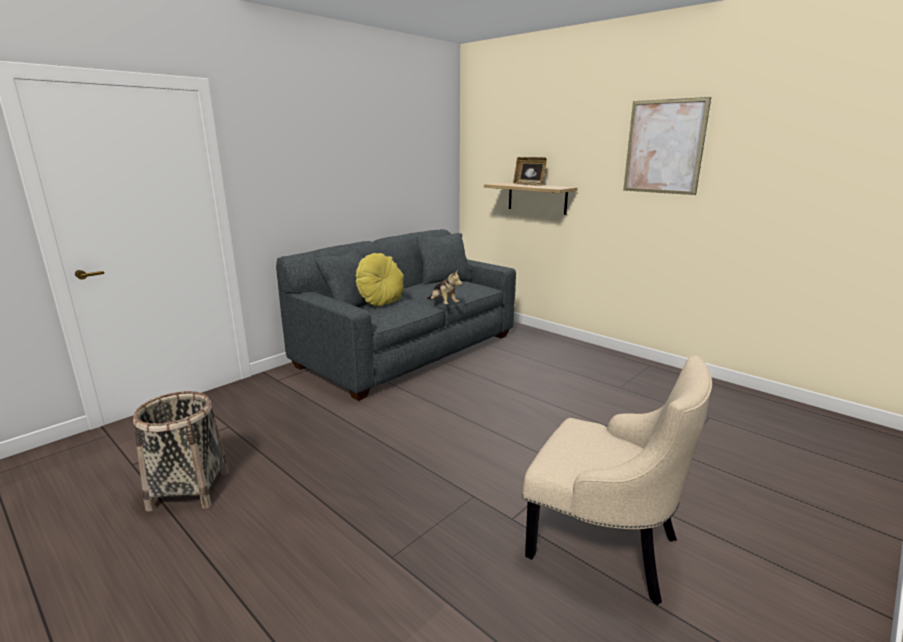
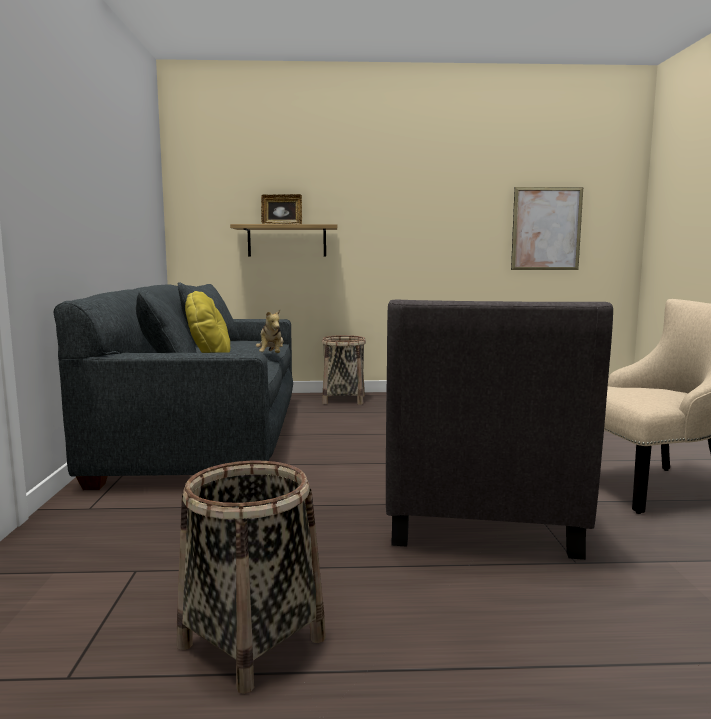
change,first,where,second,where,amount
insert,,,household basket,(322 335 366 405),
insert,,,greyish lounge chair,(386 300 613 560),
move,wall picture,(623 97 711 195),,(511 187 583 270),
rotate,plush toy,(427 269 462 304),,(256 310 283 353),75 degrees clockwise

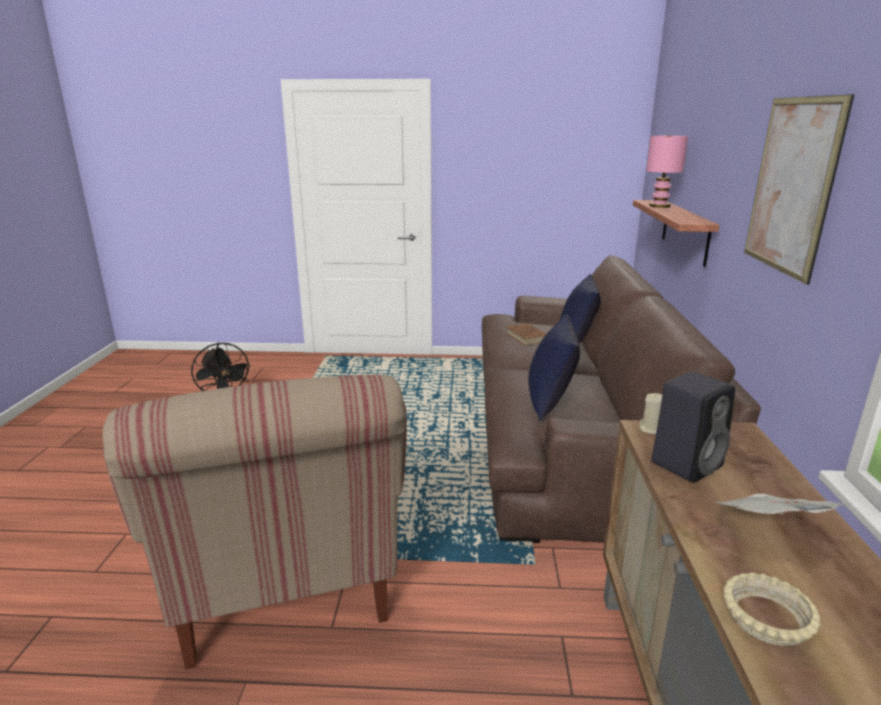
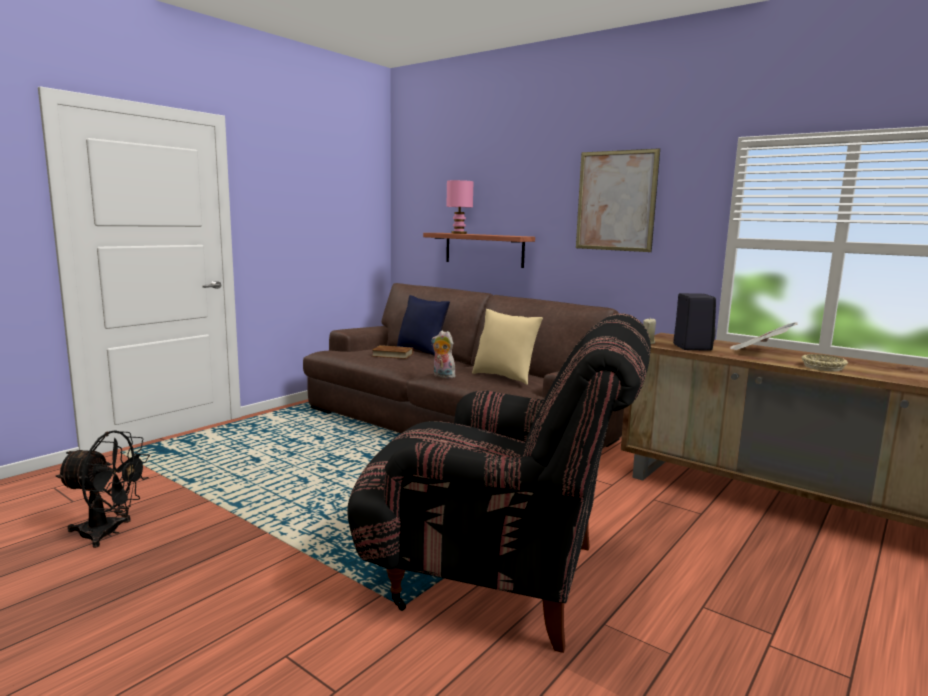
change,first,where,second,where,amount
insert,,,plush toy,(432 331 456 379),
recolor,beige-coloured lounge chair,(103 375 407 669),blackish lounge chair,(347 313 651 653),
recolor,blue-coloured cushion,(528 315 580 421),beige-coloured cushion,(472 309 543 385),

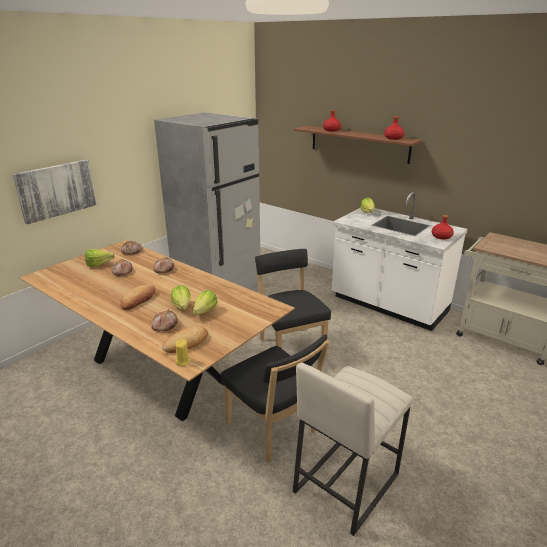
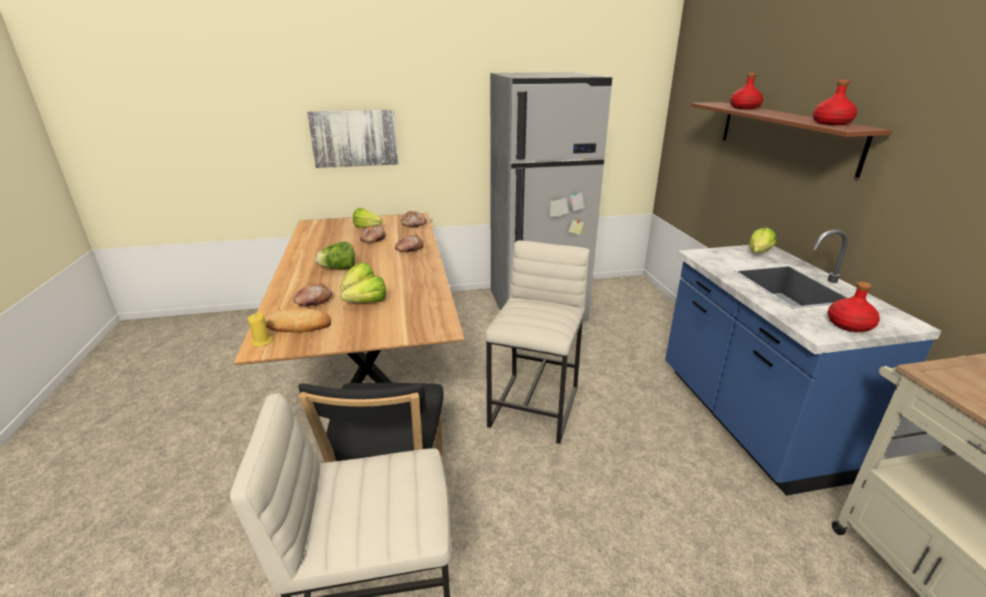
change,first,where,second,where,amount
replace,baked bread,(120 284 156 310),head of lettuce,(315 242 355 270),
replace,blackish upright chair,(255 249 331 357),beige-coloured sitting stool,(485 240 590 444),
recolor,white-coloured kitchen counter,(332 192 468 331),blue-coloured kitchen counter,(665 230 941 496),

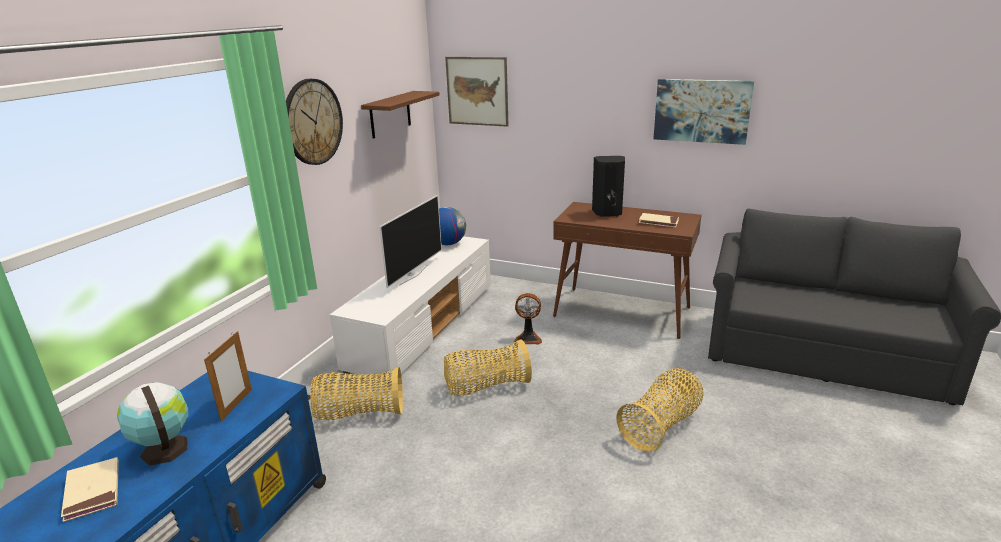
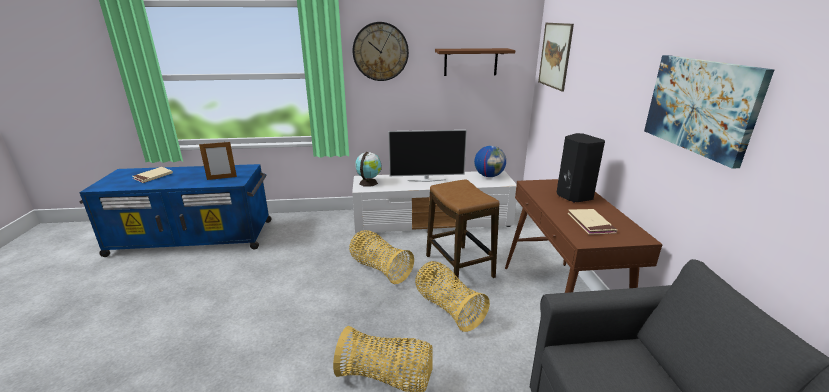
change,first,where,second,where,amount
move,desk globe,(117 382 188 466),,(355 152 382 187),
move,household basket,(310 367 403 420),,(415 261 490 332),
replace,electric fan,(514 293 542 344),sitting stool,(426 179 499 288),

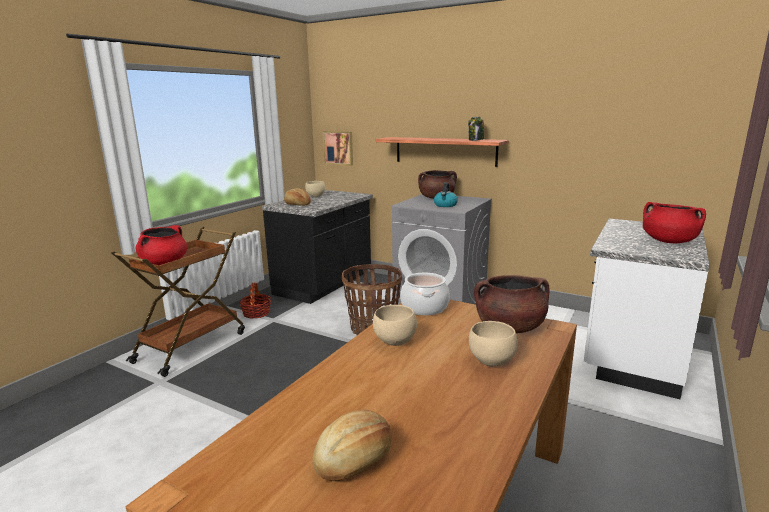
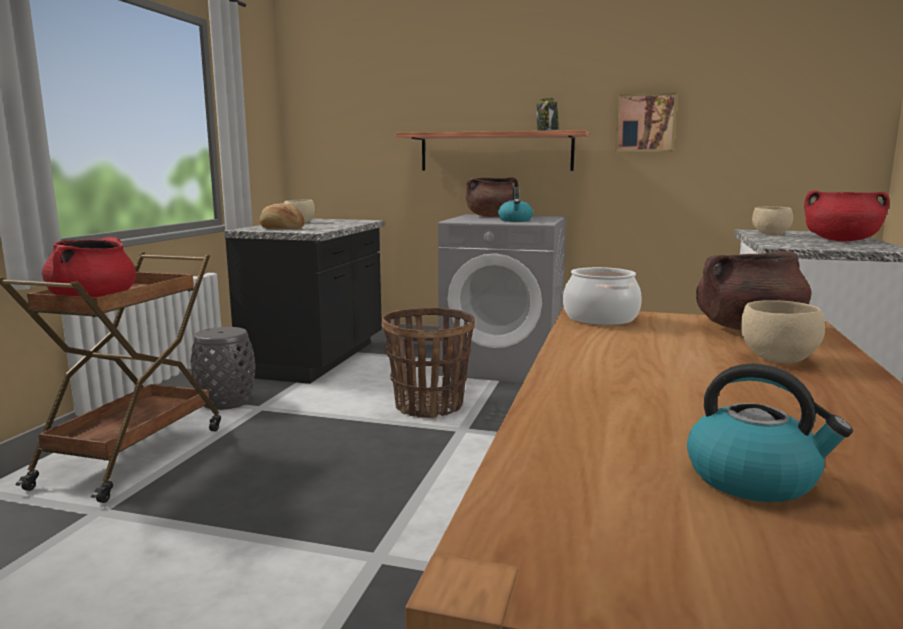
change,first,where,second,where,amount
move,wall picture,(323 131 353 166),,(615 92 678 152),
move,beige-coloured deep dish,(373 305 417 346),,(752 207 794 235),
replace,household basket,(239 282 271 318),greyish sitting stool,(191 327 255 410),
replace,baked bread,(312 409 392 481),tea kettle,(687 364 853 502),

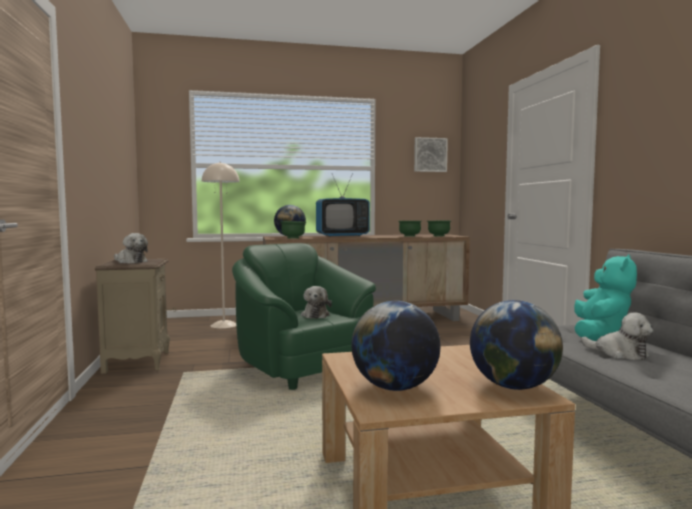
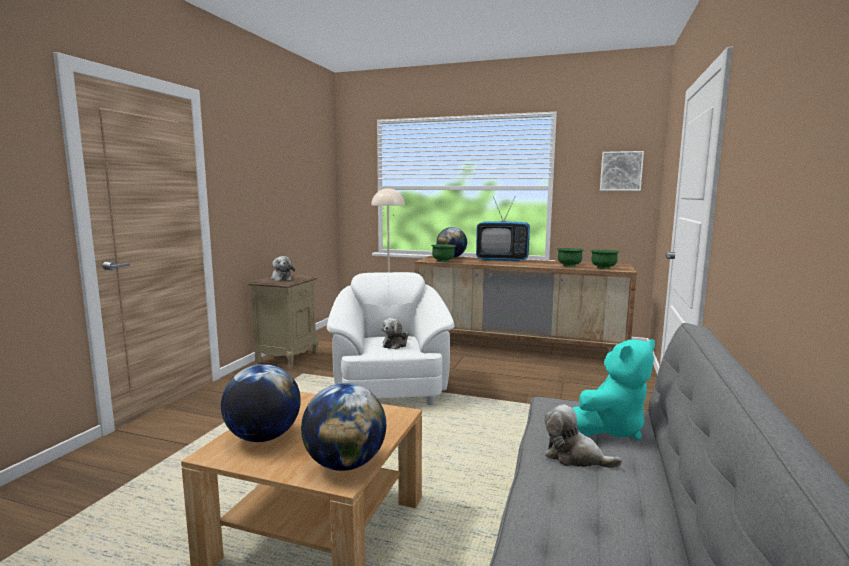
change,first,where,second,where,amount
recolor,green-coloured lounge chair,(232 243 376 390),white-coloured lounge chair,(327 272 455 405),
rotate,plush toy,(581 313 653 360),,(544 404 622 468),135 degrees clockwise

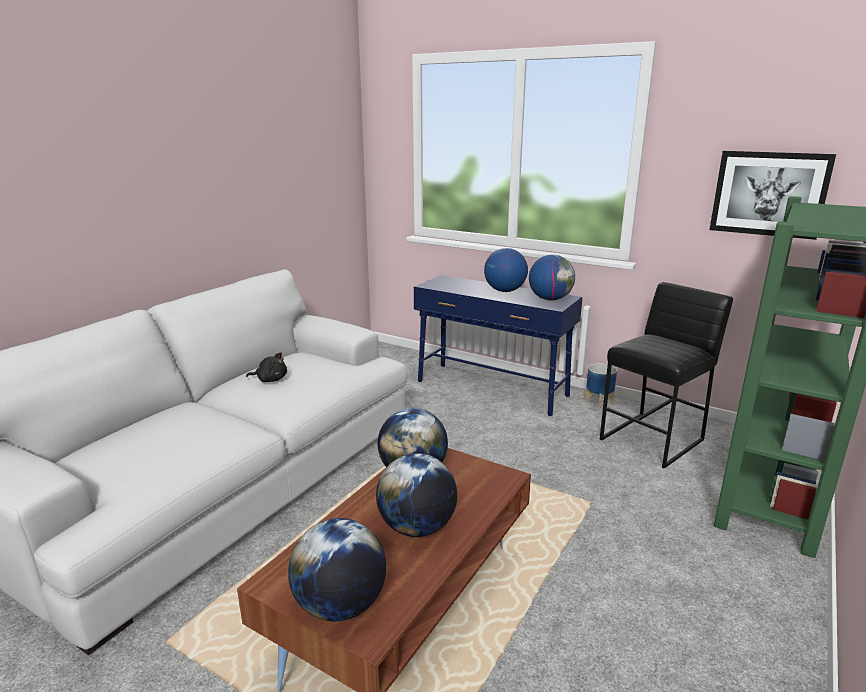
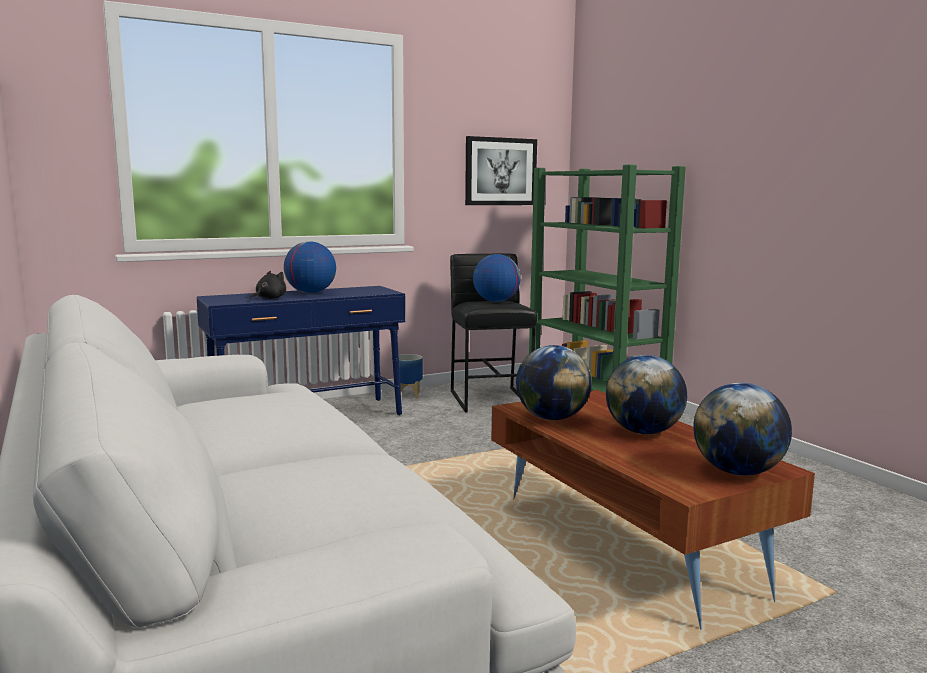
change,first,where,second,where,amount
move,blackish plush toy,(246 352 287 382),,(250 271 286 299),
move,desk globe,(529 255 575 301),,(473 254 521 302),

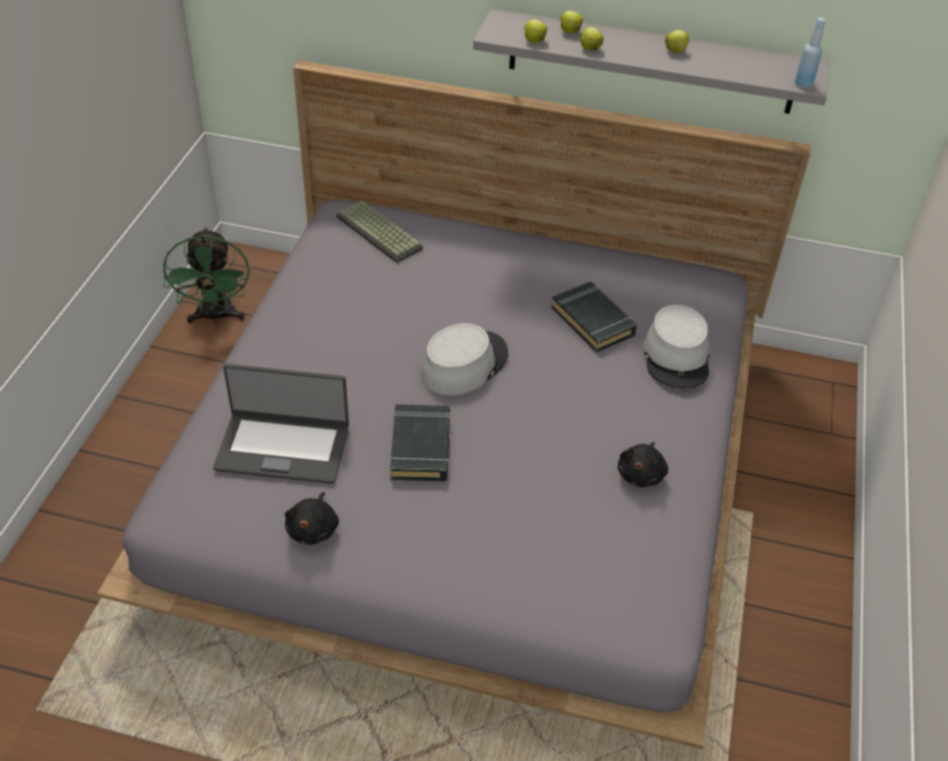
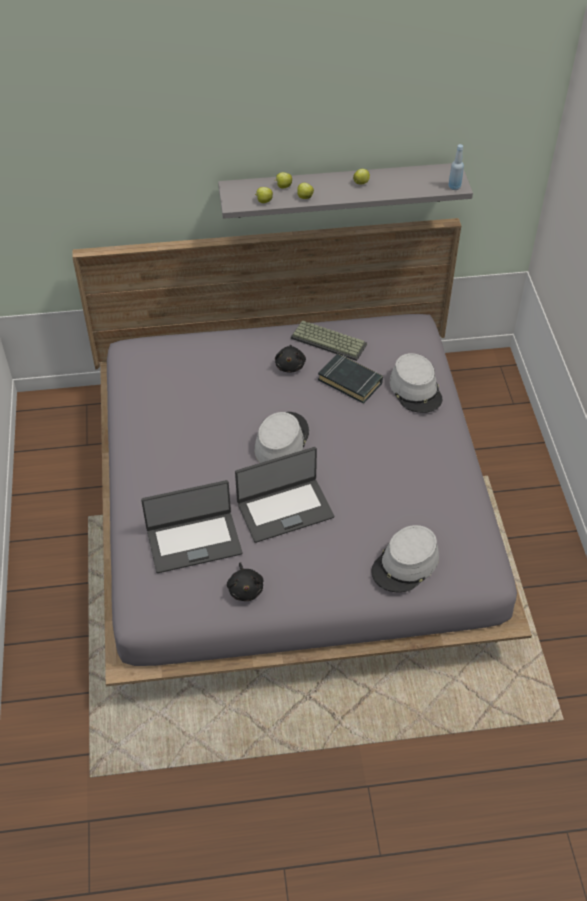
change,first,where,second,where,amount
delete,green-coloured electric fan,(163 227 250 324),,,
insert,,,greyish clothing hat,(371 525 439 593),
move,computer keyboard,(336 200 423 263),,(291 320 367 361),
move,blackish plush toy,(618 442 668 487),,(275 345 306 373),
replace,blackish book,(390 404 450 481),laptop,(235 447 334 543),

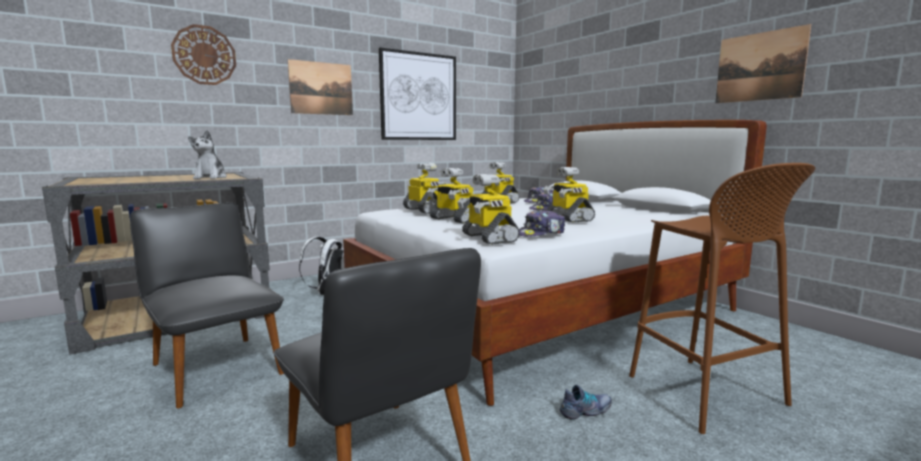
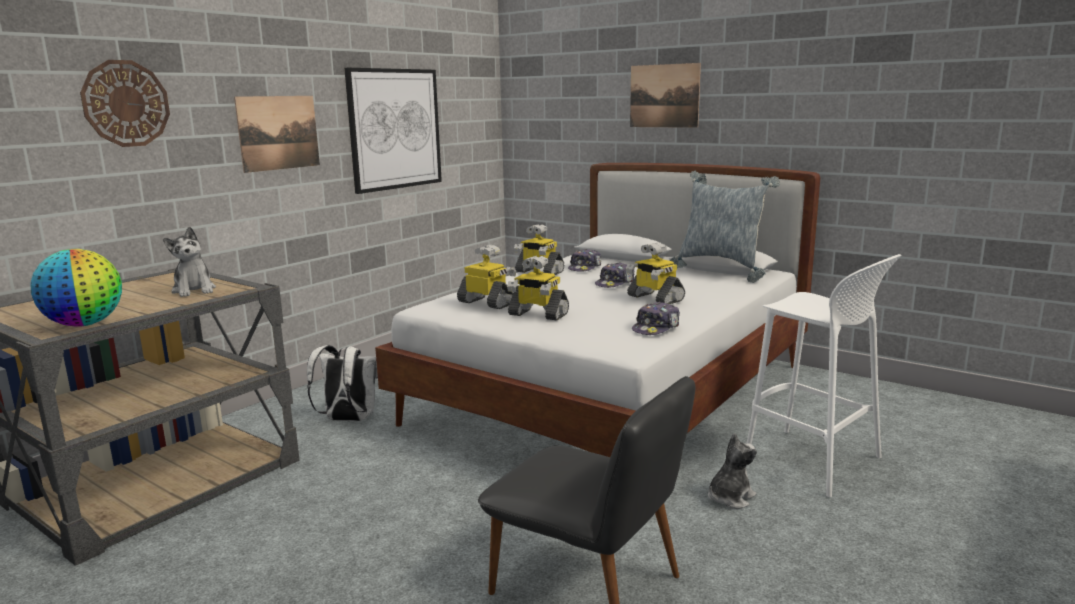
change,first,where,second,where,amount
delete,blackish upright chair,(130 203 284 408),,,
delete,robot figure,(457 174 520 245),,,
insert,,,desk globe,(30 249 122 327),
insert,,,cushion,(670 171 780 283),
move,wall picture,(715 24 811 103),,(630 63 701 128),
replace,shoe,(560 385 612 420),plush toy,(708 433 757 509),
recolor,brown-coloured sitting stool,(629 163 815 434),white-coloured sitting stool,(746 254 902 497),

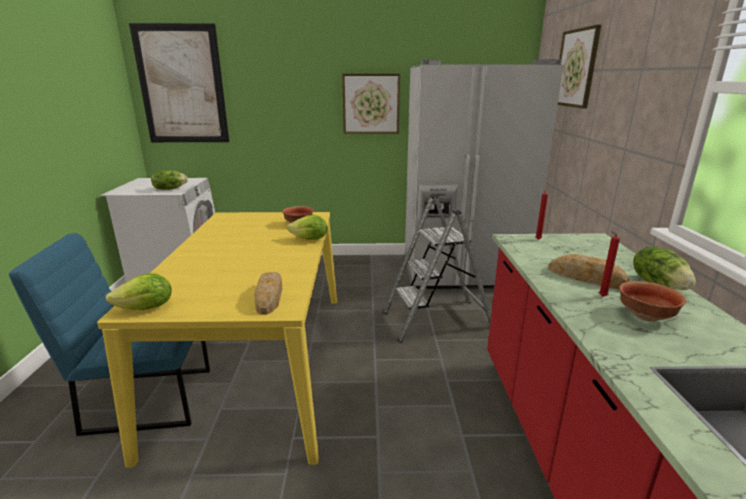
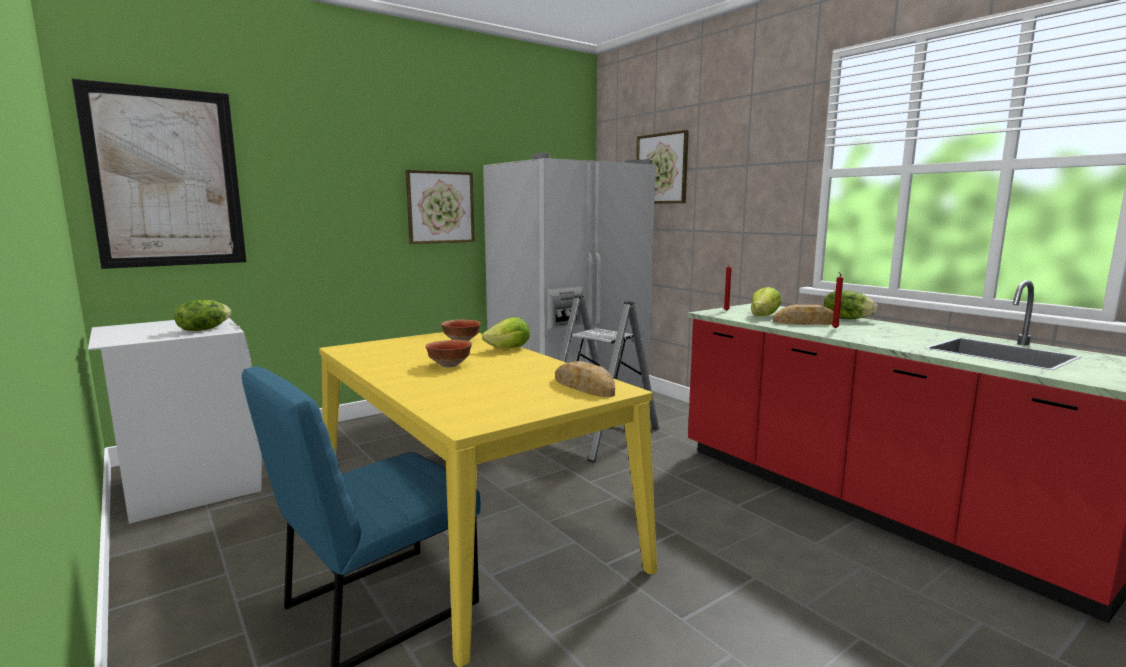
change,first,where,second,where,amount
move,head of lettuce,(106 273 172 310),,(751 287 782 316),
move,deep dish,(620 281 686 322),,(425 340 472 367),

